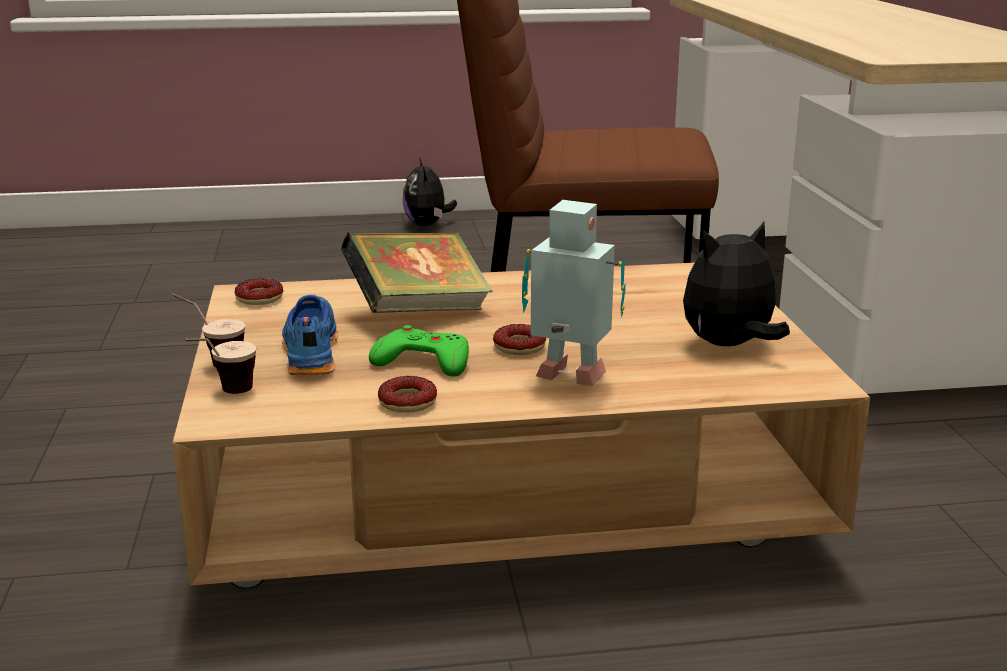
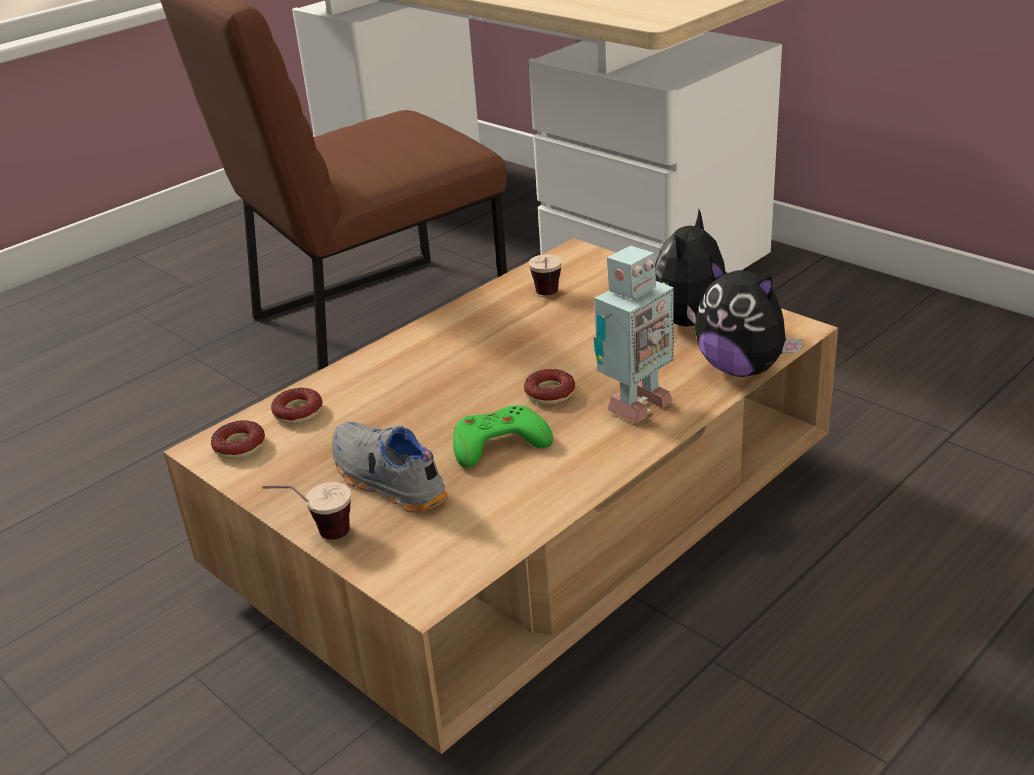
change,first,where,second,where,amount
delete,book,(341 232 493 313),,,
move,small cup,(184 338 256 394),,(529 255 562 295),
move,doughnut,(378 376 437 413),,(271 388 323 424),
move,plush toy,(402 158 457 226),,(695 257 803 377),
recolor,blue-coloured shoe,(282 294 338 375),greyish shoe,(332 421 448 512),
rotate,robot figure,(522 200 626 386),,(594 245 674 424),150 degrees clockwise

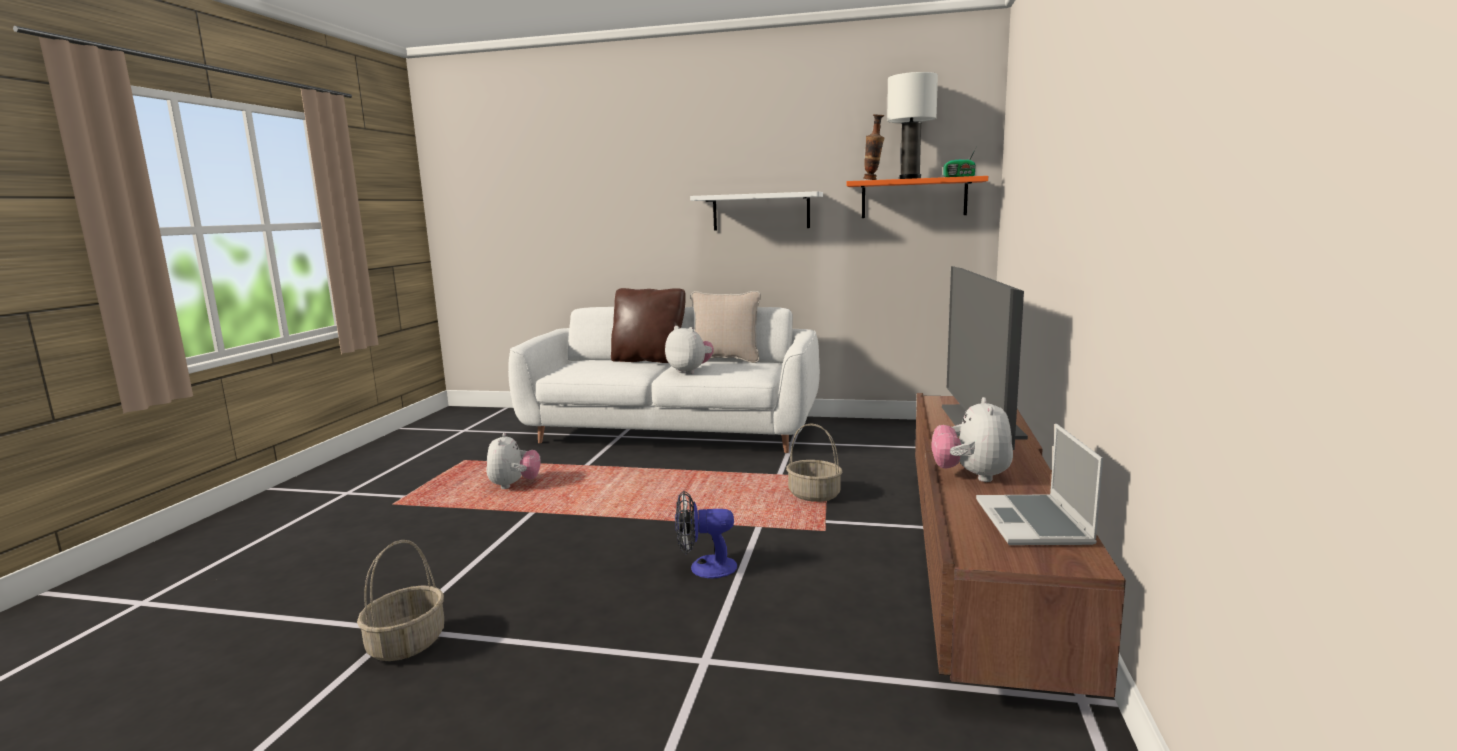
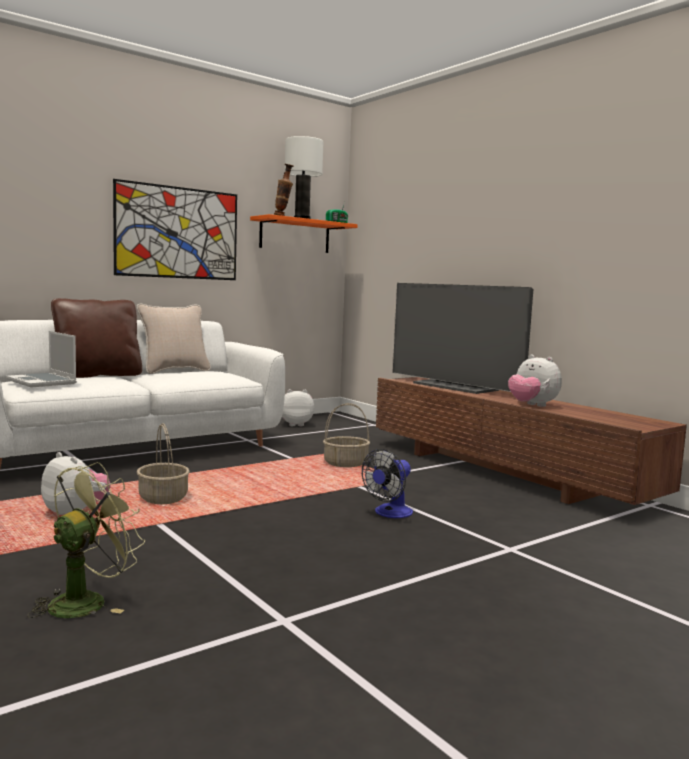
change,first,where,second,where,amount
insert,,,green-coloured electric fan,(27 462 145 618),
move,household basket,(357 540 444 661),,(137 423 190 504),
move,plush toy,(665 326 714 374),,(282 389 314 426),
move,laptop,(976 424 1103 545),,(6 331 77 387),
replace,white-coloured shelf,(690 191 823 231),wall picture,(113 179 237 280),

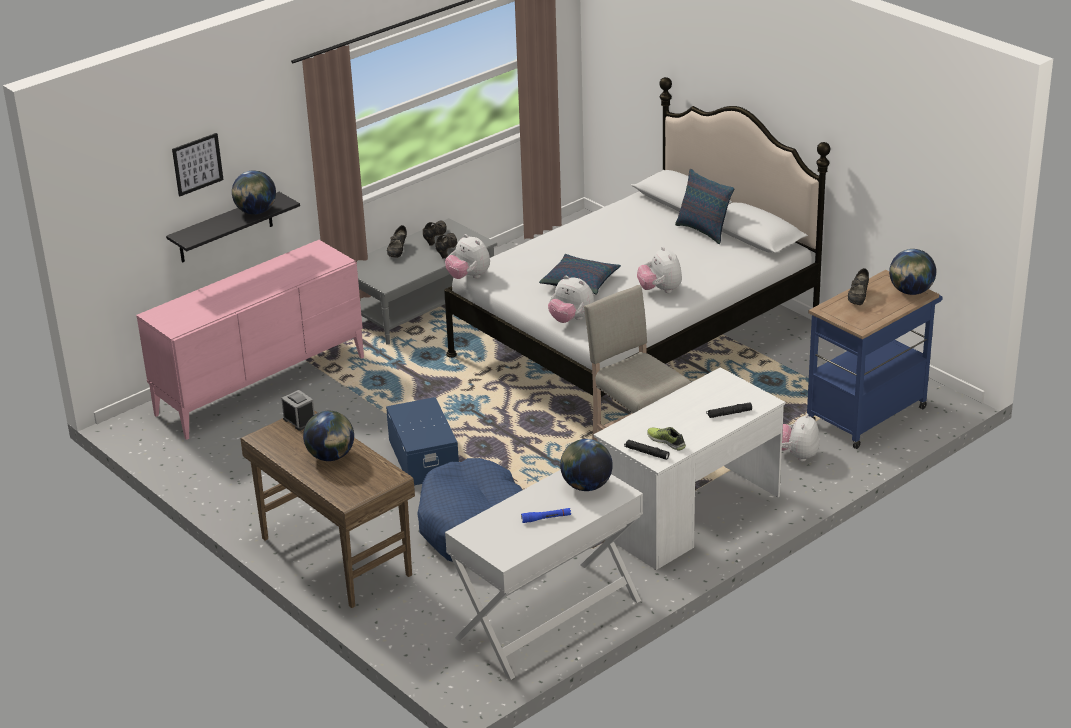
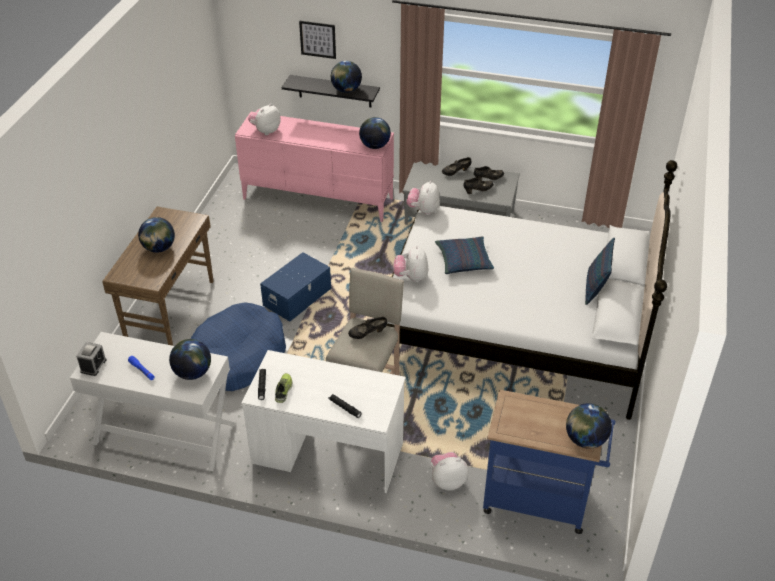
change,first,where,second,where,amount
insert,,,desk globe,(359 117 391 149),
move,alarm clock,(281 390 315 431),,(76 342 107 376),
move,plush toy,(637 247 682 293),,(248 104 280 135),
move,blackish shoe,(848 268 869 305),,(348 317 387 339),

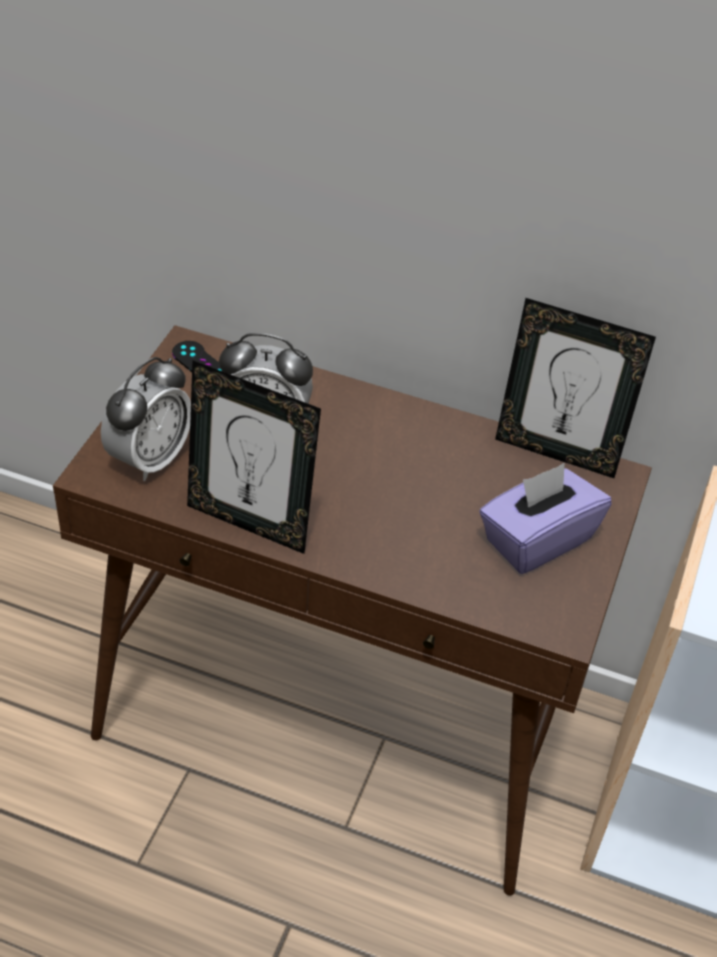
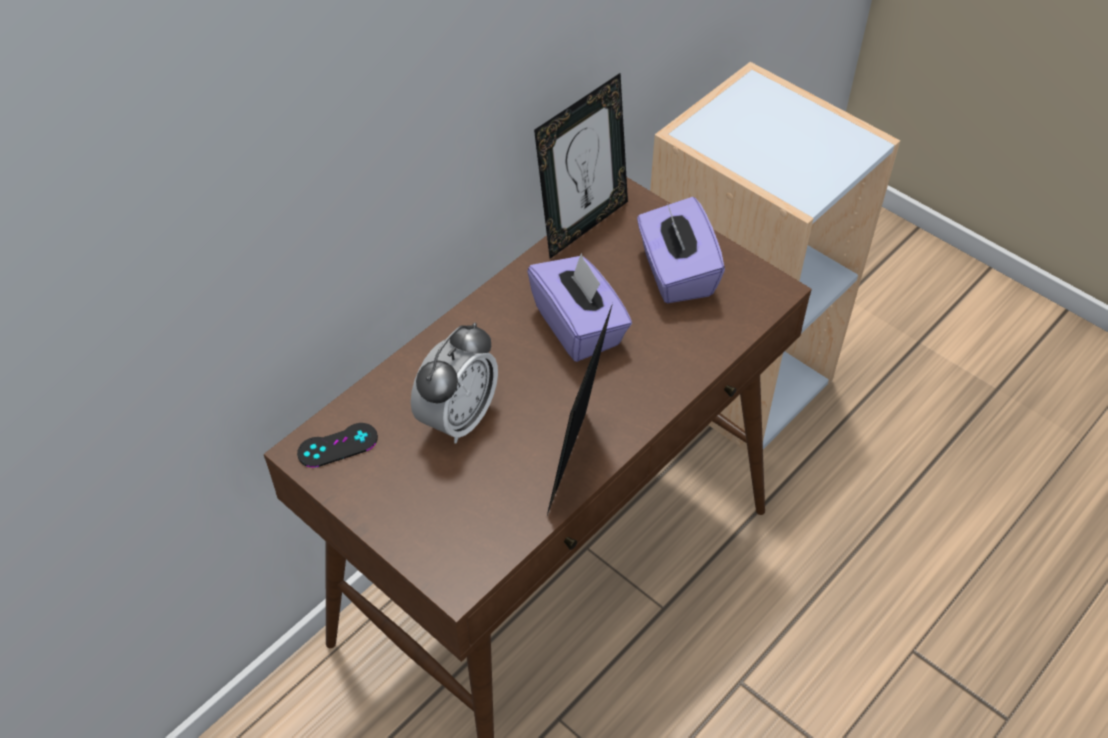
change,first,where,second,where,amount
delete,alarm clock,(101 357 191 481),,,
insert,,,purplish box of tissues,(527 253 632 362),
rotate,picture frame,(187 360 321 554),,(547 303 613 515),150 degrees clockwise

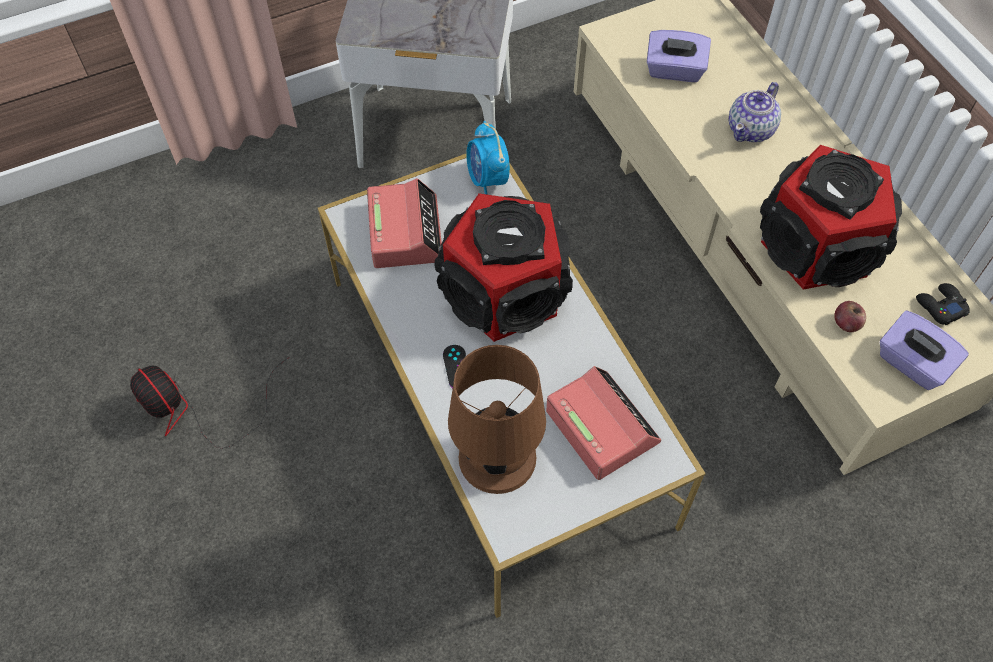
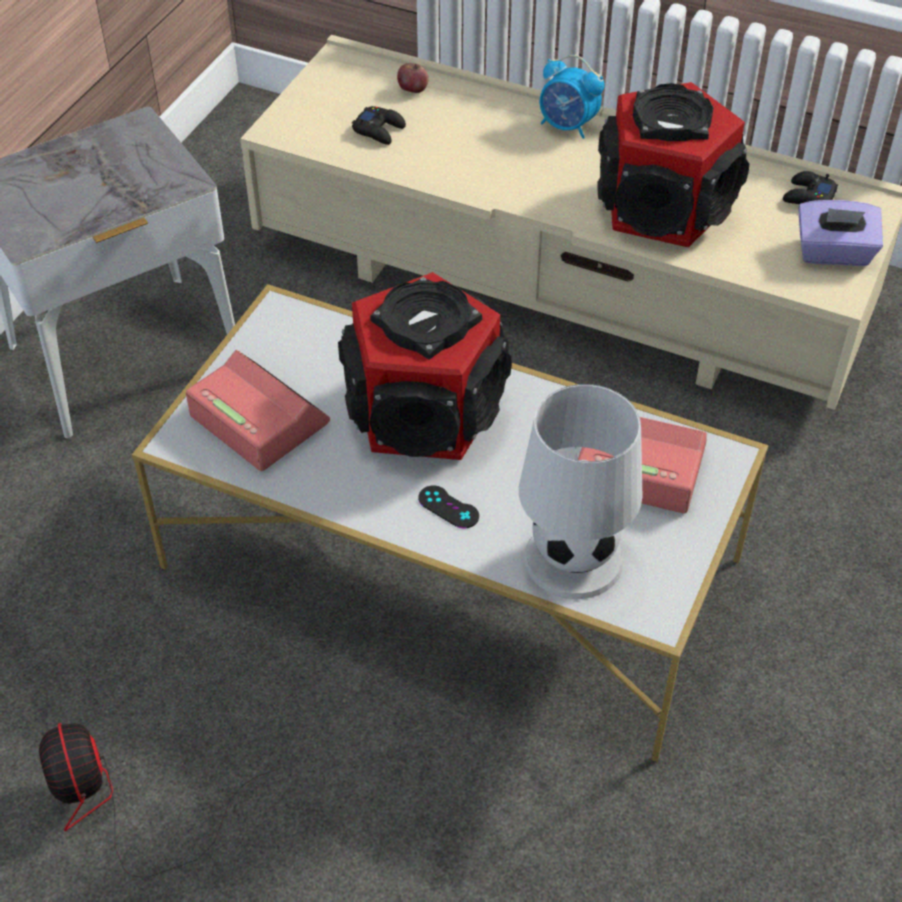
change,first,where,second,where,amount
delete,teapot,(729 82 781 142),,,
move,alarm clock,(466 121 510 195),,(540 55 605 139),
move,apple,(834 301 866 332),,(397 63 429 93),
replace,purplish box of tissues,(647 30 711 82),blackish game controller,(352 106 406 145),
recolor,brown-coloured table lamp,(448 345 546 494),white-coloured table lamp,(519 384 642 599),
rotate,electric fan,(130 357 289 449),,(39 722 276 878),60 degrees clockwise

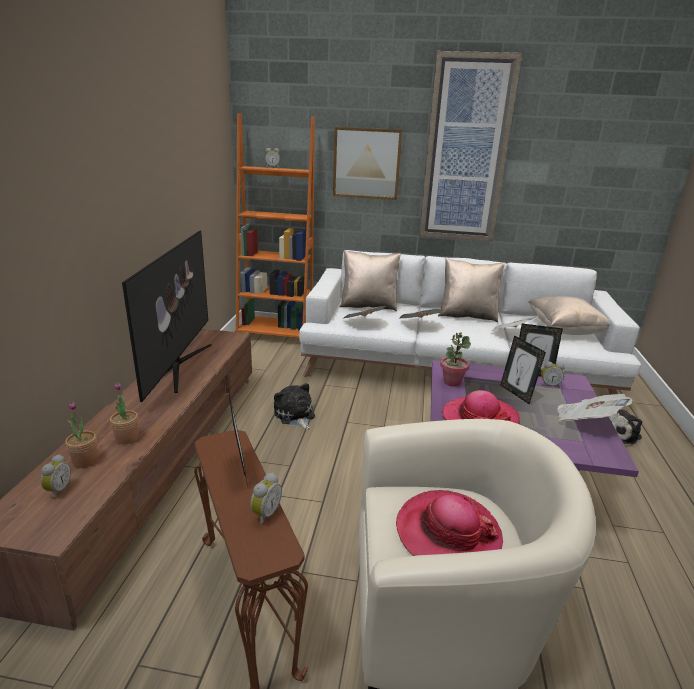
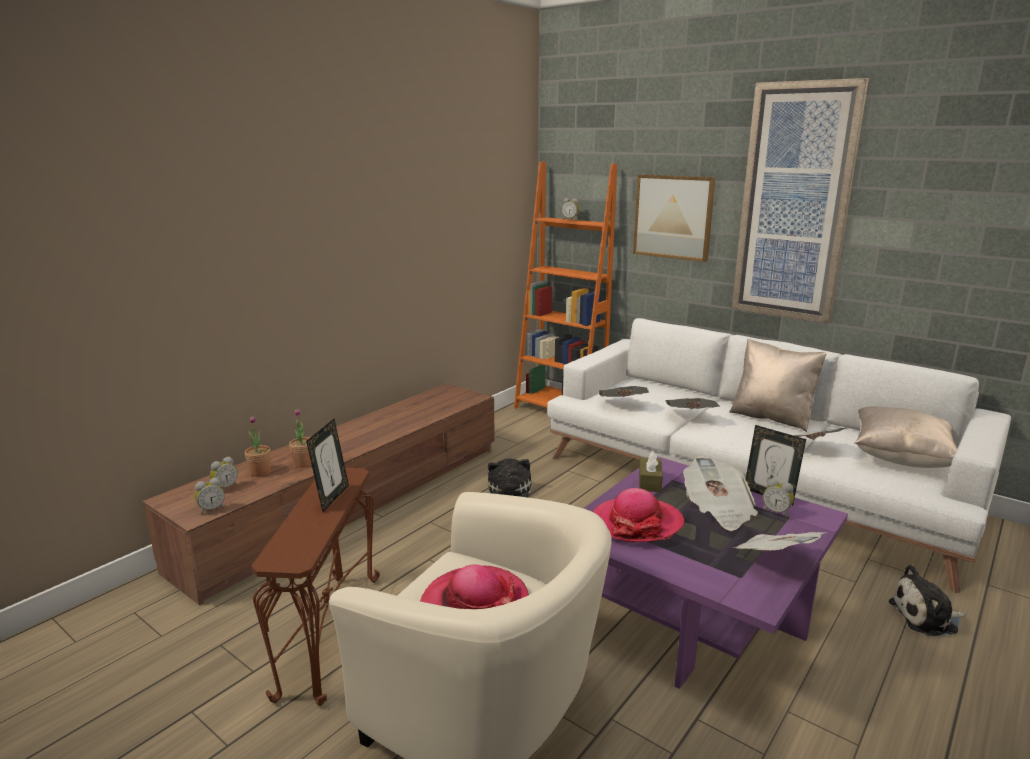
change,first,where,second,where,amount
delete,TV,(122 231 212 402),,,
delete,beige-coloured cushion,(340 250 401 311),,,
move,alarm clock,(250 472 282 525),,(195 477 225 514),
replace,plant in a pot,(440 332 471 387),brown-coloured box of tissues,(639 450 663 492),
replace,picture frame,(500 336 546 404),printed paper,(683 456 758 531),

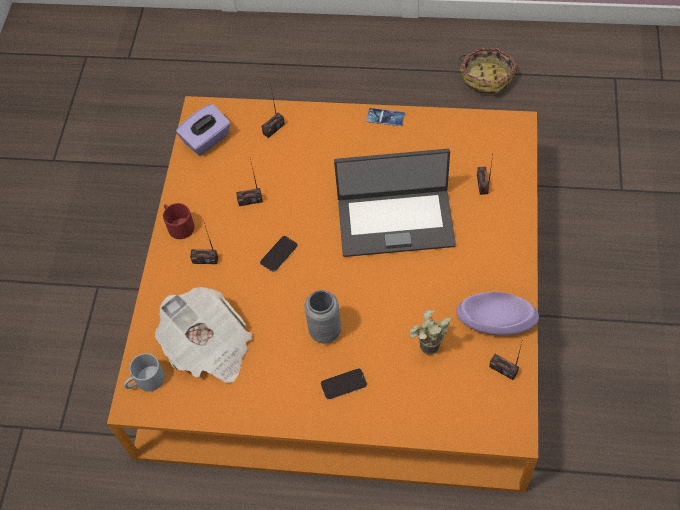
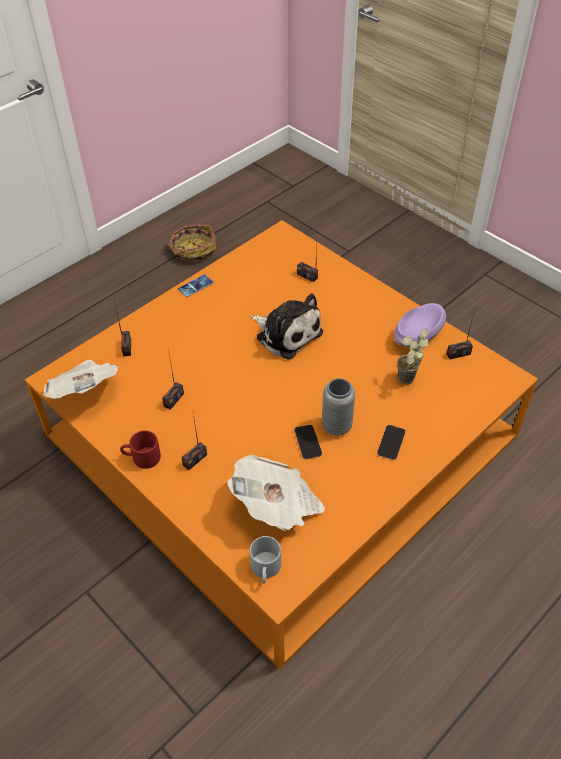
change,first,where,second,where,amount
move,phone,(260 236 298 272),,(294 425 322 459),
replace,purplish box of tissues,(176 104 231 156),printed paper,(43 360 119 399),
replace,laptop,(334 149 456 257),plush toy,(251 293 323 360),

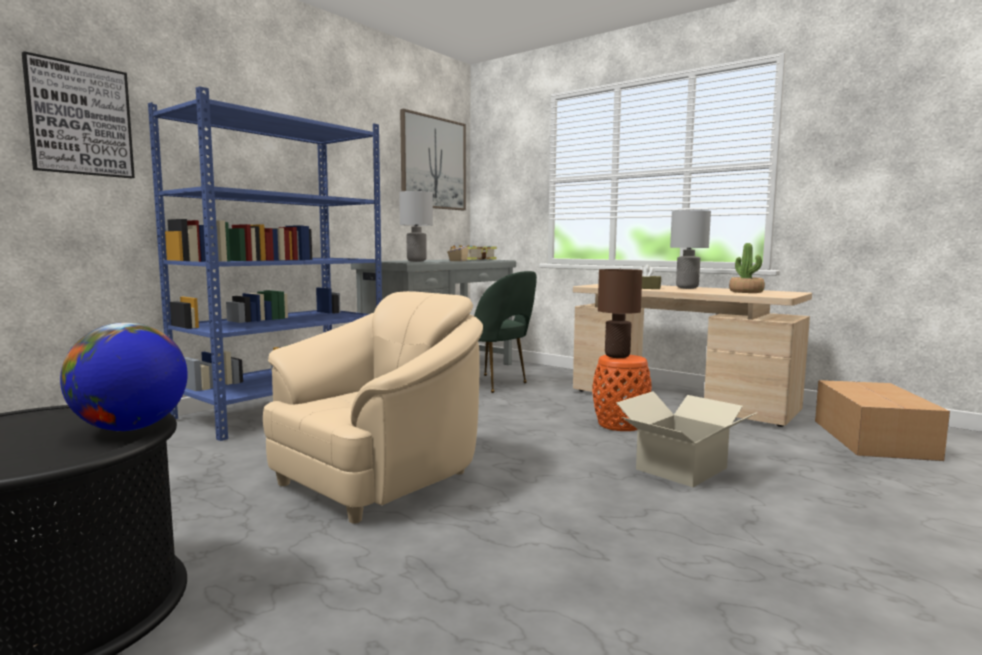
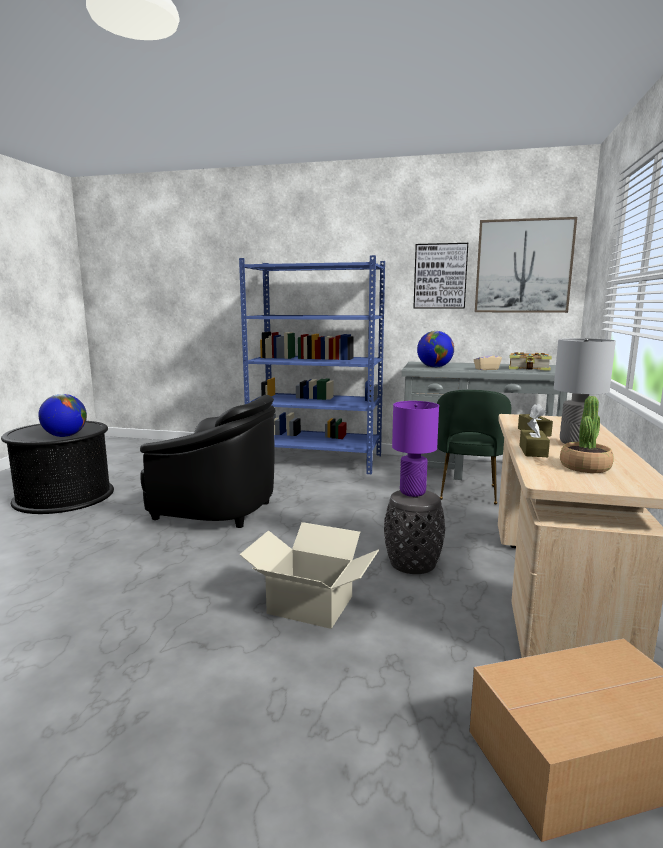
change,first,where,second,where,amount
insert,,,brown-coloured box of tissues,(519 418 550 457),
move,wall picture,(22 51 135 178),,(413 243 468 308),
replace,greyish table lamp,(399 191 433 262),desk globe,(417 331 454 368),
recolor,beige-coloured lounge chair,(263 291 483 524),blackish lounge chair,(140 395 275 528),
recolor,orange sitting stool,(593 355 652 431),greyish sitting stool,(384 490 445 574),
recolor,brown-coloured table lamp,(598 269 642 358),purplish table lamp,(392 401 439 497),

